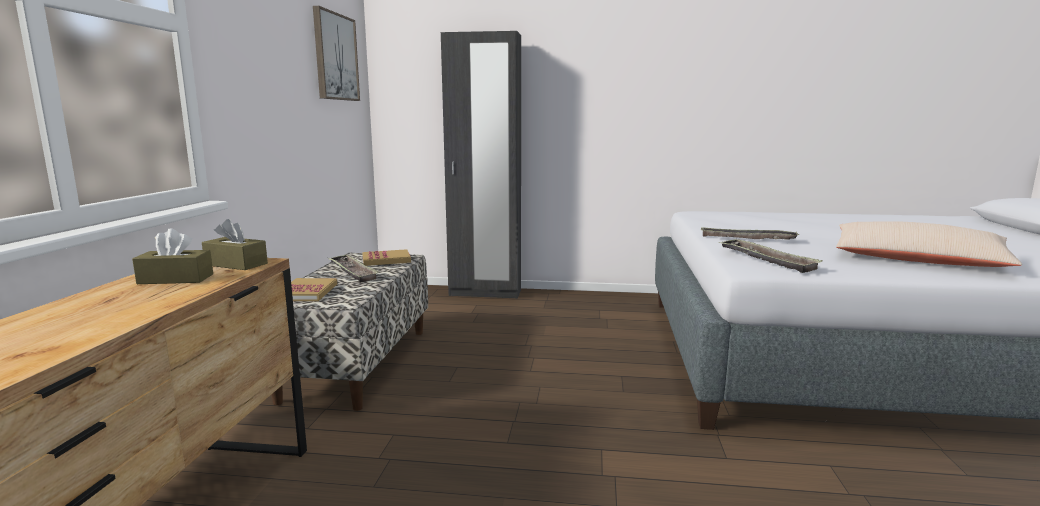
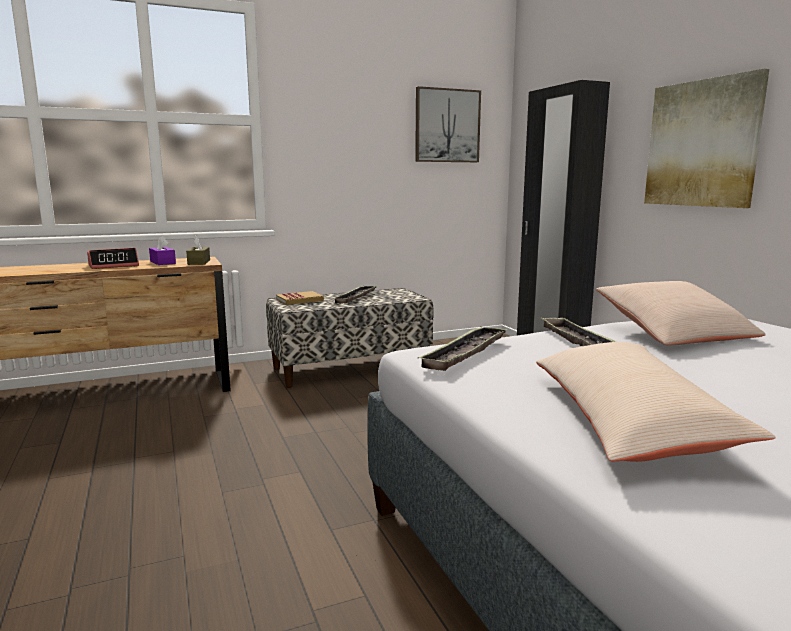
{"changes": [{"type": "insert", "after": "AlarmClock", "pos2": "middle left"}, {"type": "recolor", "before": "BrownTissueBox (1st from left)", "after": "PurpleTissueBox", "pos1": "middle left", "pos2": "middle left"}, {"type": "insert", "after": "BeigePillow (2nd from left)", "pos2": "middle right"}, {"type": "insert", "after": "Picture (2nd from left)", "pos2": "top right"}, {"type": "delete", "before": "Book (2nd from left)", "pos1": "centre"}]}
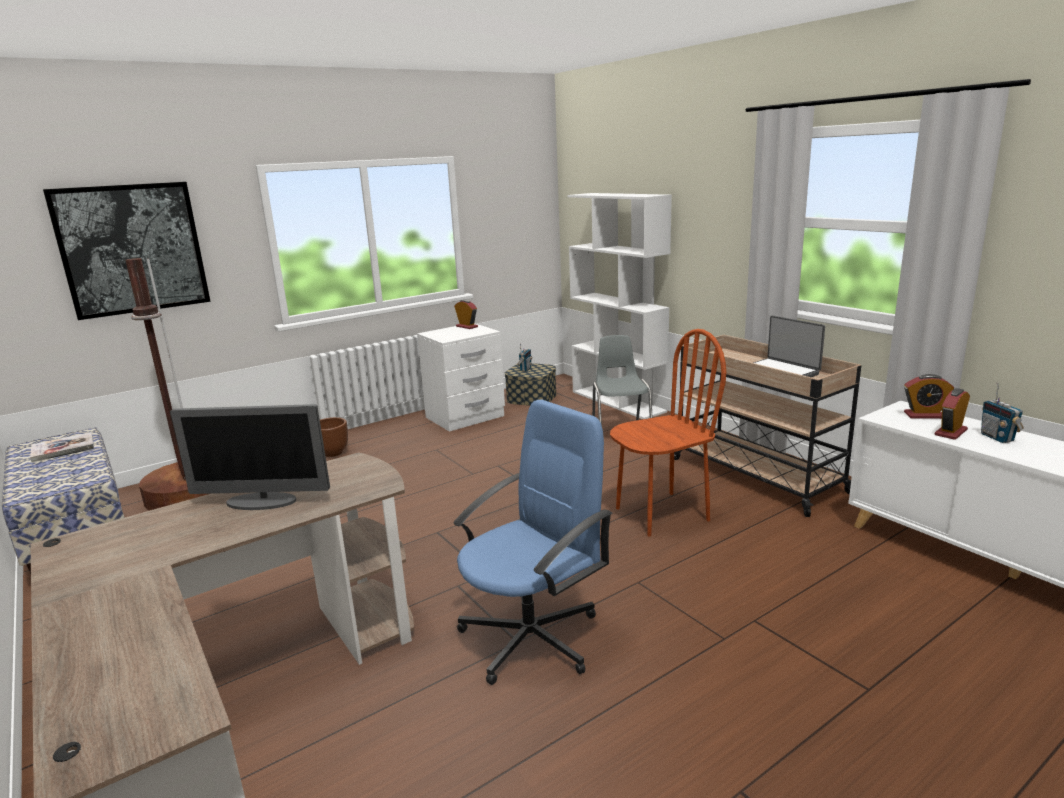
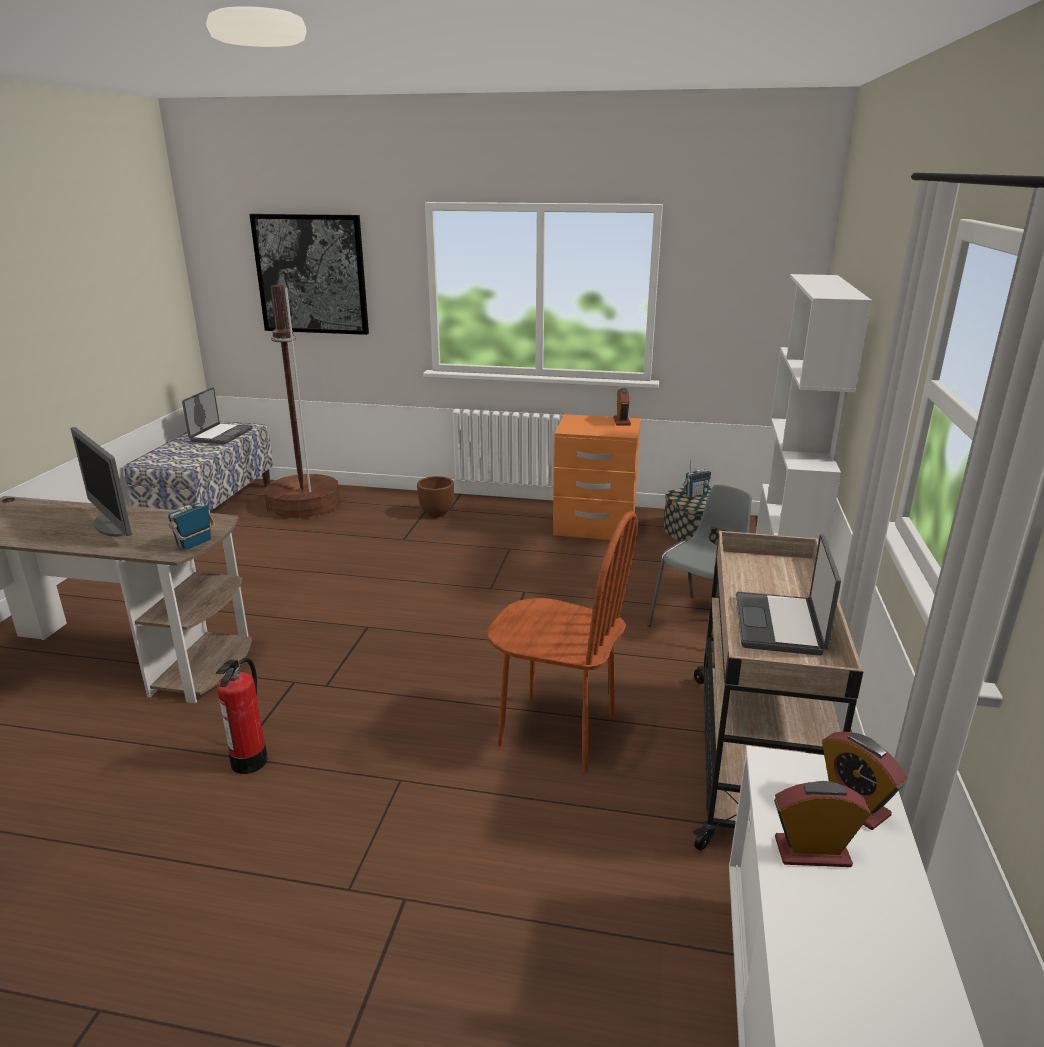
{"changes": [{"type": "move", "before": "Radio (2nd from left in the first image)", "after": "Radio (1st from left)", "pos1": "middle right", "pos2": "middle left"}, {"type": "replace", "before": "Book", "after": "Laptop (1st from left)", "pos1": "middle left", "pos2": "middle left"}, {"type": "replace", "before": "BlueOfficeChair", "after": "FireExtinguisher", "pos1": "bottom centre", "pos2": "bottom left"}, {"type": "recolor", "before": "WhiteNightstand", "after": "OrangeNightstand", "pos1": "centre", "pos2": "centre"}]}
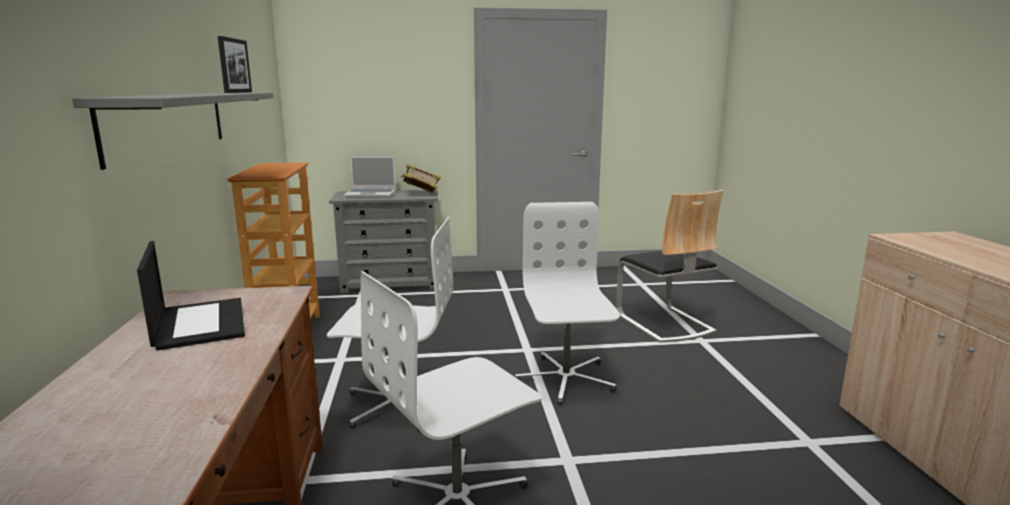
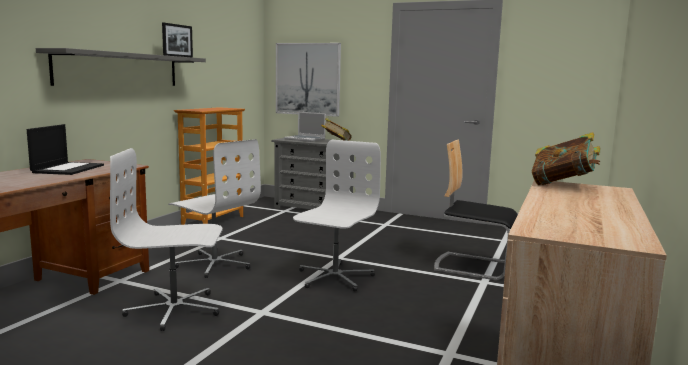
{"changes": [{"type": "insert", "after": "Picture", "pos2": "top centre"}, {"type": "rotate", "before": "Chair", "pos1": "centre", "pos2": "middle right", "turn": 105}, {"type": "insert", "after": "Book (2nd from left)", "pos2": "middle right"}]}
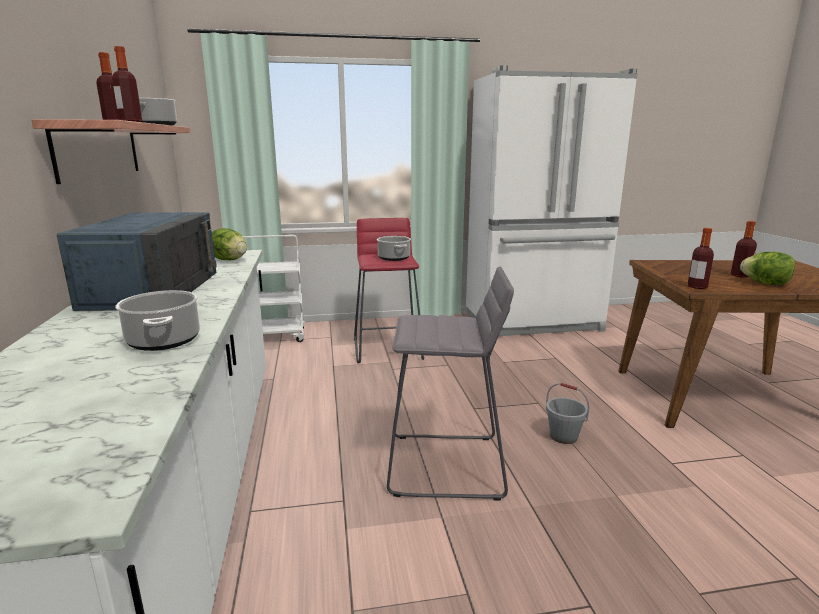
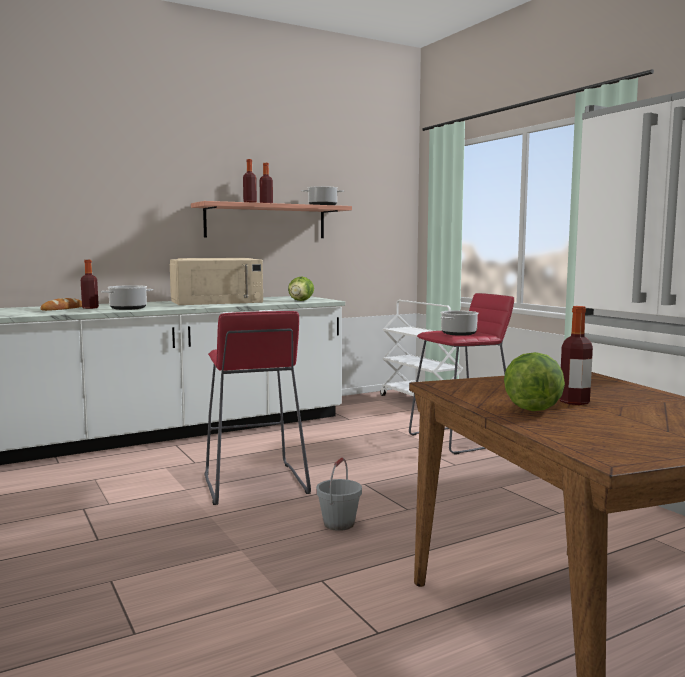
{"changes": [{"type": "insert", "after": "Bread", "pos2": "middle left"}, {"type": "move", "before": "Bottle (3rd from left in the first image)", "after": "Bottle (1st from left)", "pos1": "middle right", "pos2": "middle left"}, {"type": "recolor", "before": "BlueMicrowave", "after": "BeigeMicrowave", "pos1": "middle left", "pos2": "middle left"}, {"type": "recolor", "before": "GreyStool", "after": "RedStool (1st from left)", "pos1": "centre", "pos2": "centre"}]}
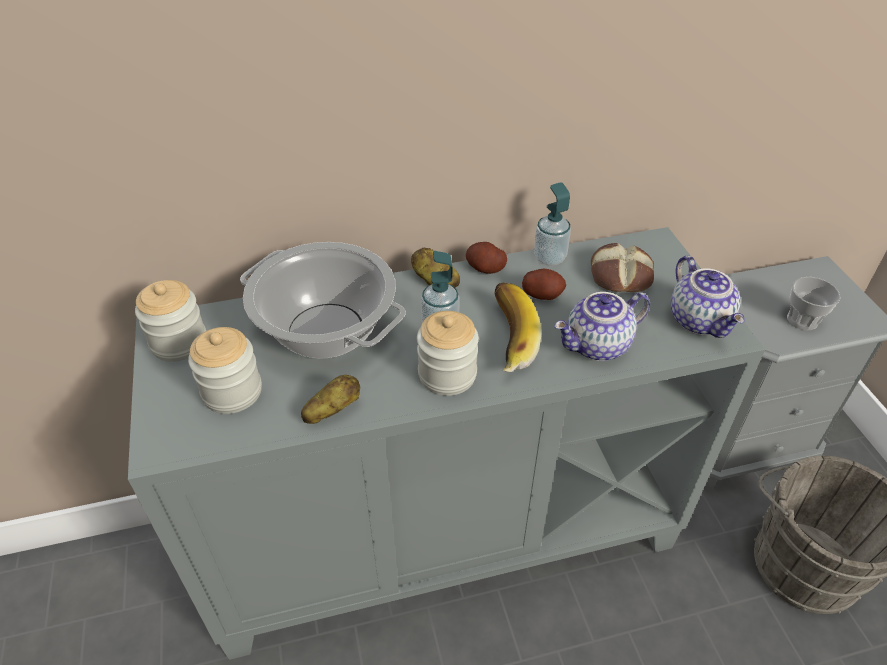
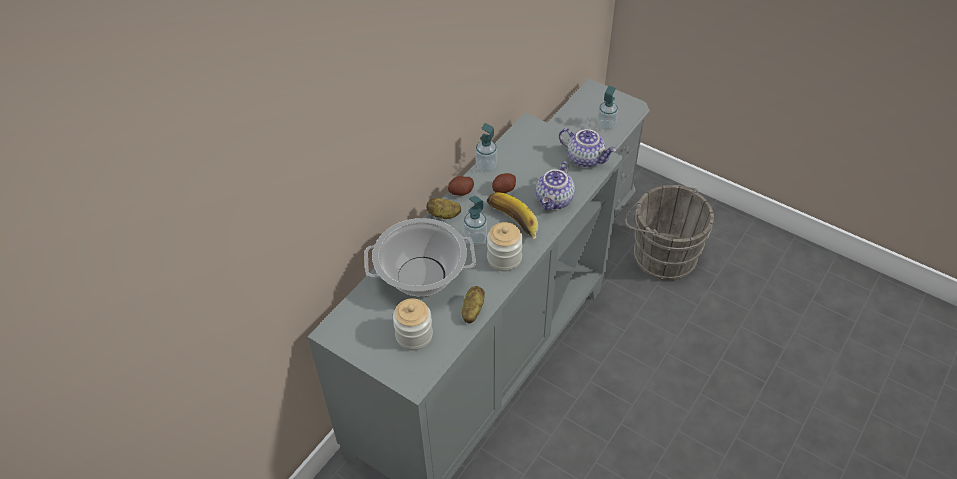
{"changes": [{"type": "replace", "before": "Cup", "after": "SoapDispenser (3rd from left)", "pos1": "middle right", "pos2": "top centre"}, {"type": "delete", "before": "Jar (1st from left)", "pos1": "middle left"}, {"type": "delete", "before": "Bread", "pos1": "middle right"}]}
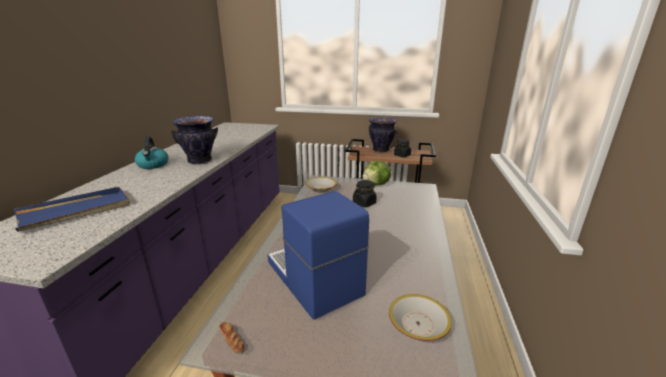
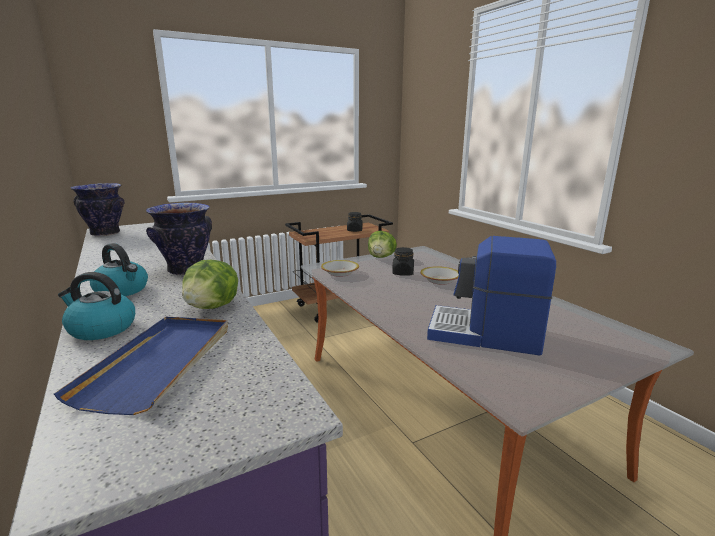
{"changes": [{"type": "insert", "after": "Kettle (1st from left)", "pos2": "middle left"}, {"type": "move", "before": "Vase (2nd from left in the first image)", "after": "Vase (1st from left)", "pos1": "centre", "pos2": "middle left"}, {"type": "insert", "after": "Lettuce (1st from left)", "pos2": "middle left"}, {"type": "move", "before": "Bowl (2nd from left)", "pos1": "bottom centre", "pos2": "centre"}, {"type": "delete", "before": "Bread", "pos1": "bottom centre"}]}
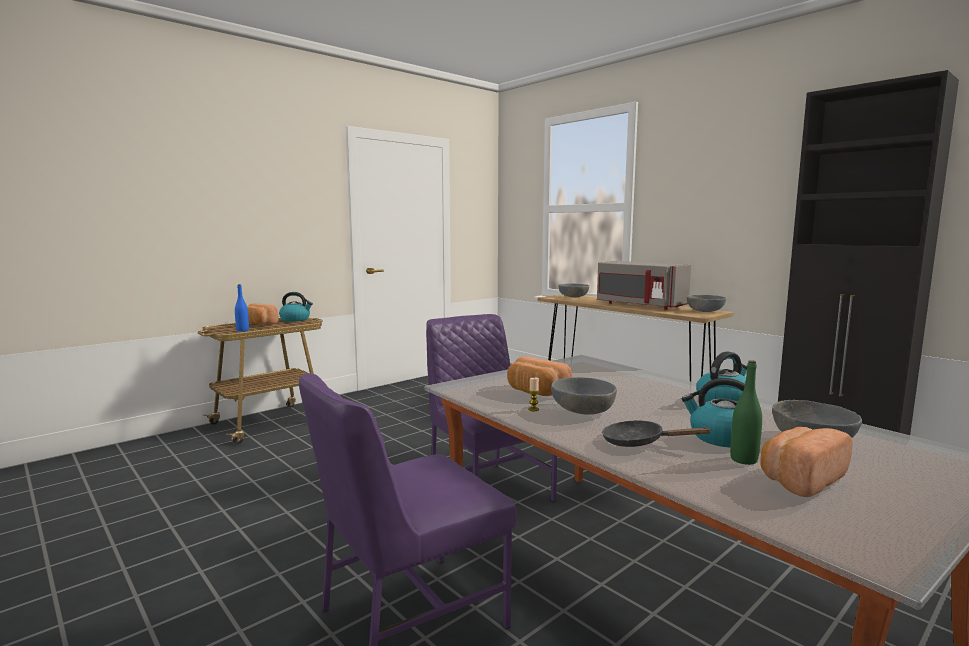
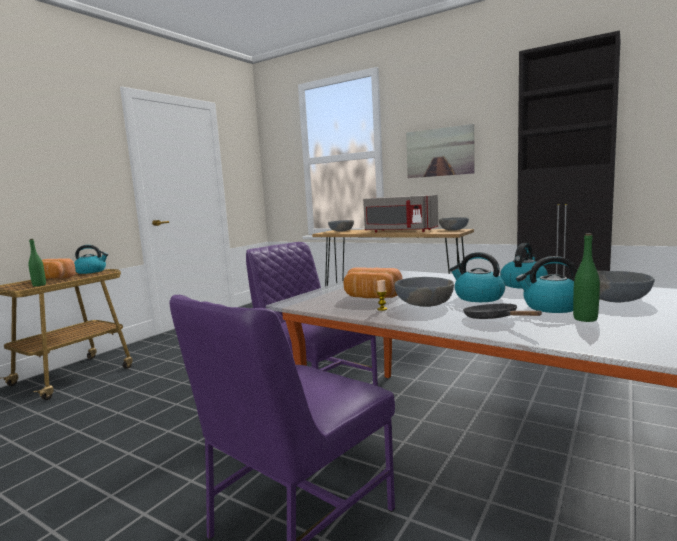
{"changes": [{"type": "recolor", "before": "BlueBottle", "after": "GreenBottle (1st from left)", "pos1": "middle left", "pos2": "middle left"}, {"type": "insert", "after": "Picture", "pos2": "top centre"}, {"type": "insert", "after": "Kettle (2nd from left)", "pos2": "middle right"}, {"type": "rotate", "before": "BlackFryingPan", "pos1": "bottom right", "pos2": "middle right", "turn": 60}, {"type": "delete", "before": "Bread (3rd from left)", "pos1": "bottom right"}]}
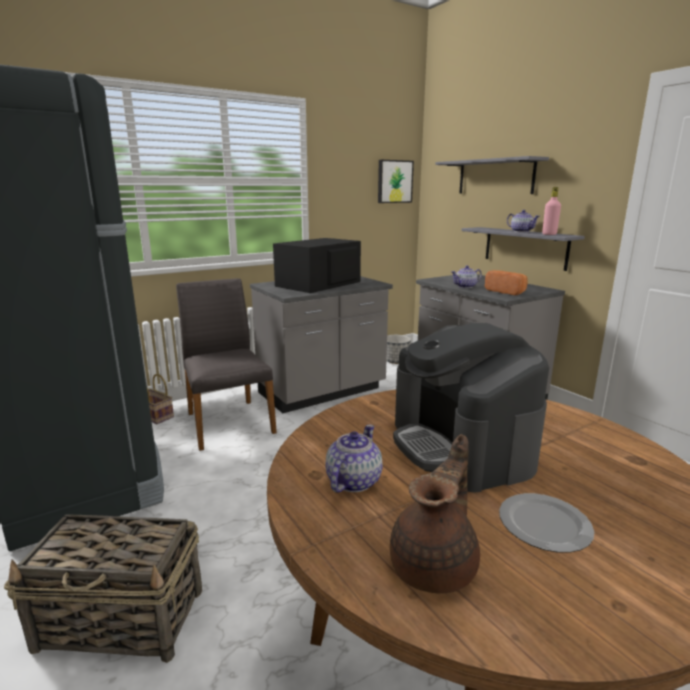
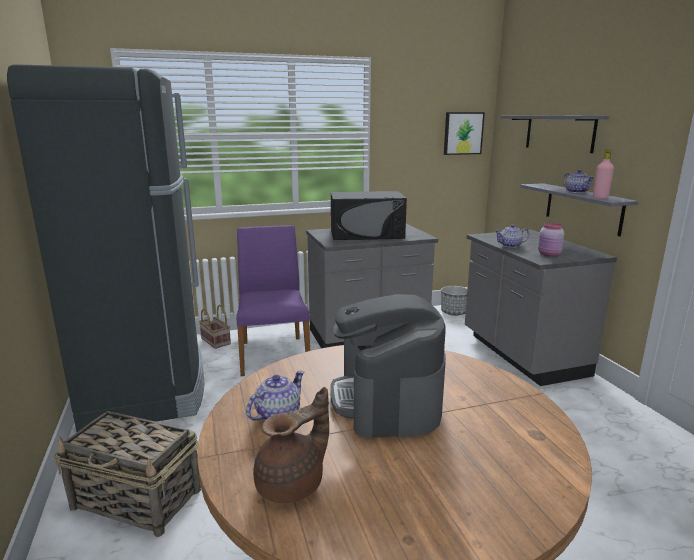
{"changes": [{"type": "recolor", "before": "GreyChair", "after": "PurpleChair", "pos1": "middle left", "pos2": "centre"}, {"type": "rotate", "before": "BlackMicrowave", "pos1": "centre", "pos2": "centre", "turn": -150}, {"type": "replace", "before": "Bread", "after": "PinkJar", "pos1": "middle right", "pos2": "middle right"}, {"type": "delete", "before": "Plate", "pos1": "bottom right"}]}
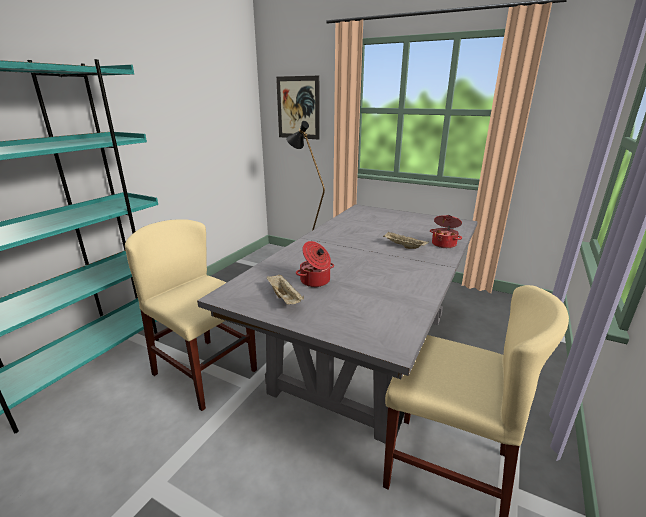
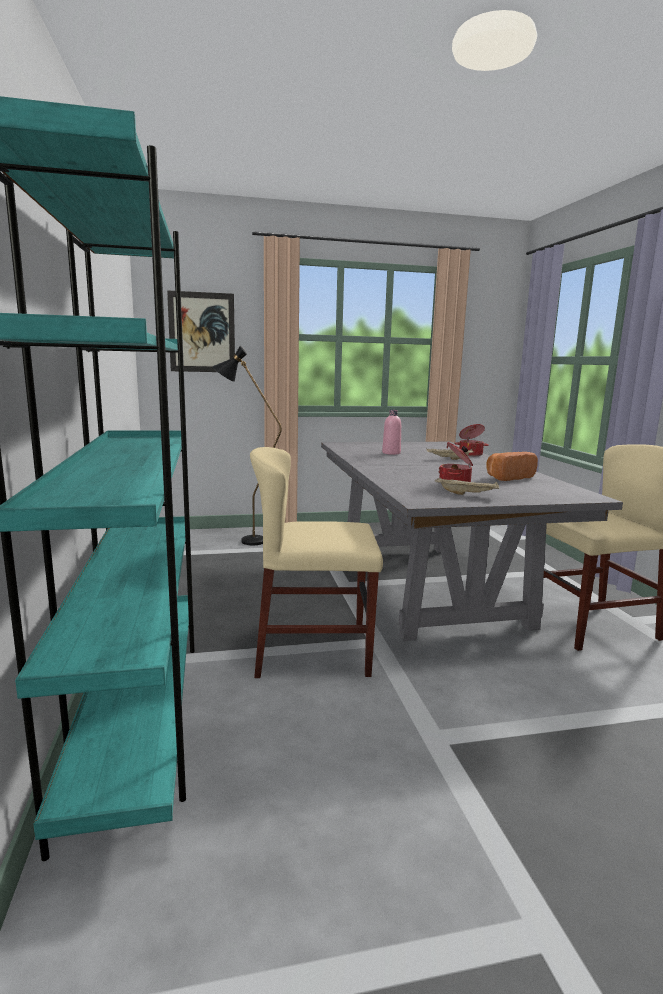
{"changes": [{"type": "insert", "after": "PinkBottle", "pos2": "centre"}, {"type": "insert", "after": "Bread", "pos2": "middle right"}]}
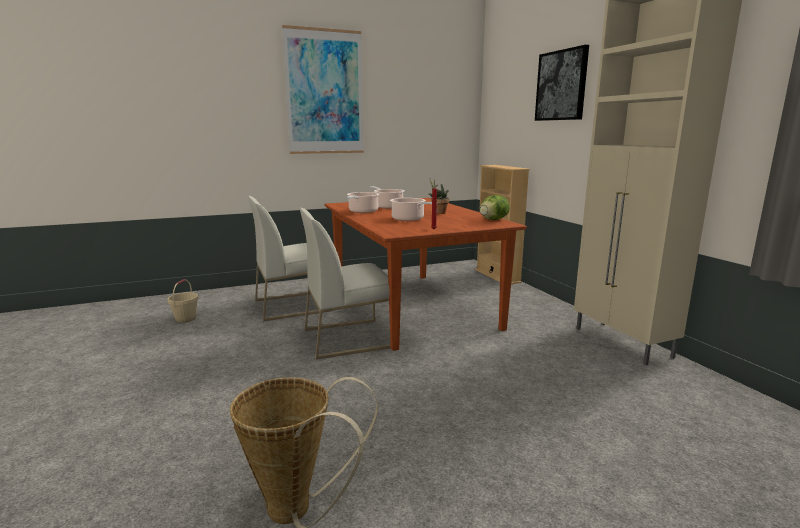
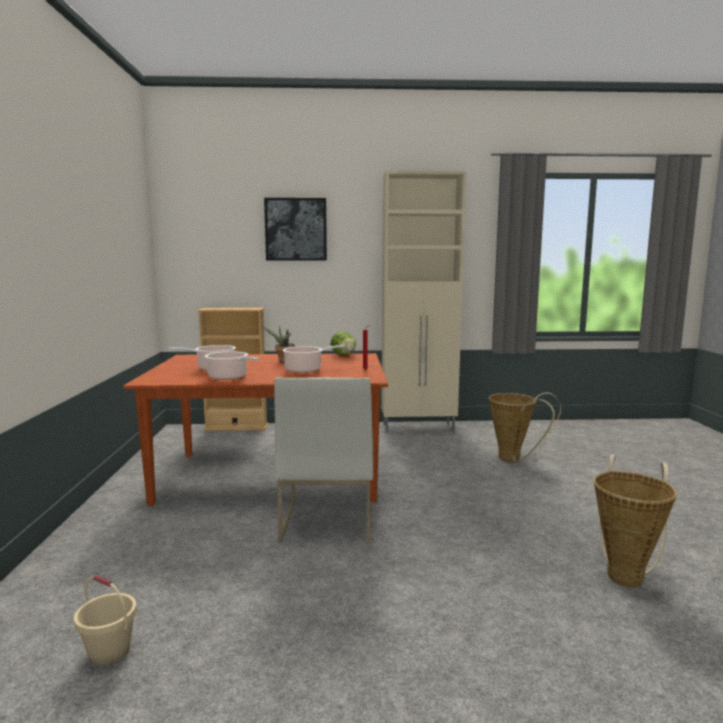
{"changes": [{"type": "insert", "after": "Basket (1st from left)", "pos2": "middle right"}, {"type": "delete", "before": "WhiteChair (1st from left)", "pos1": "centre"}, {"type": "delete", "before": "Picture (1st from left)", "pos1": "top centre"}]}
